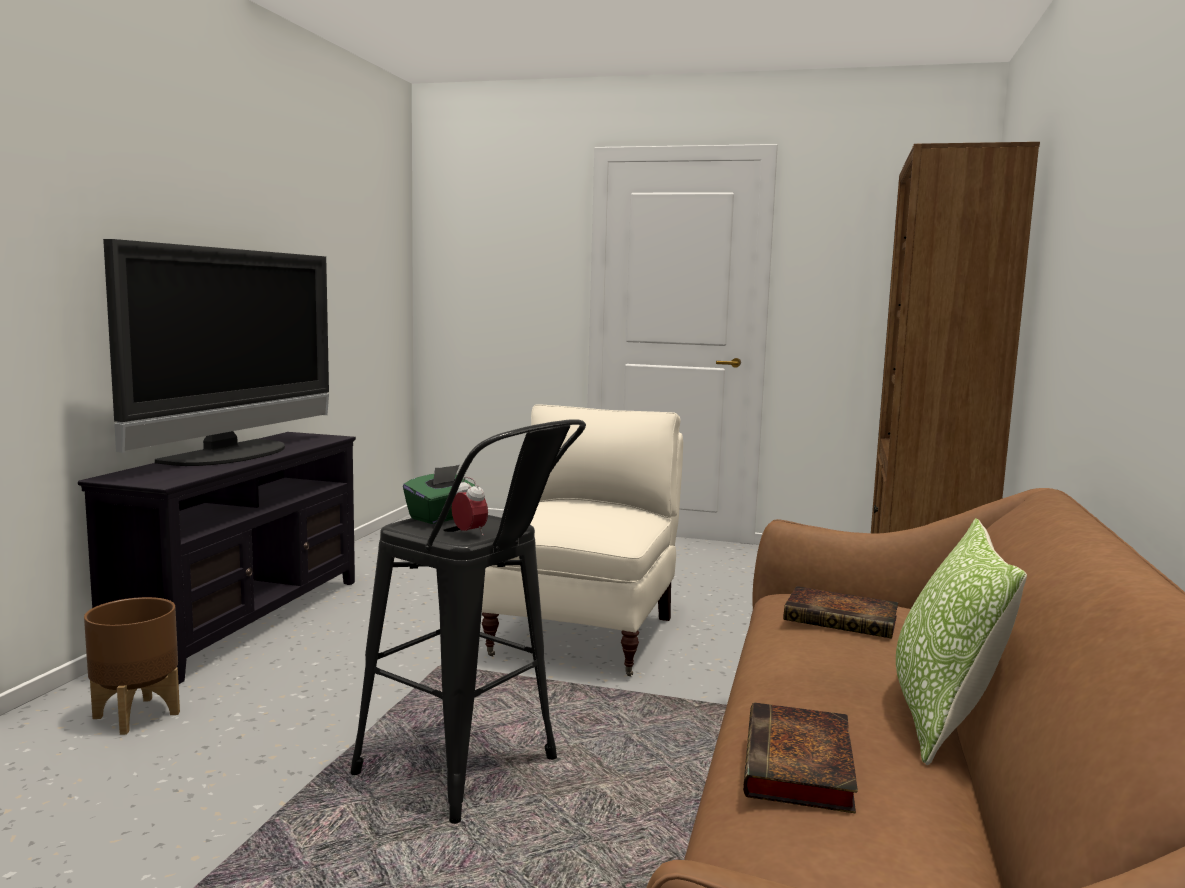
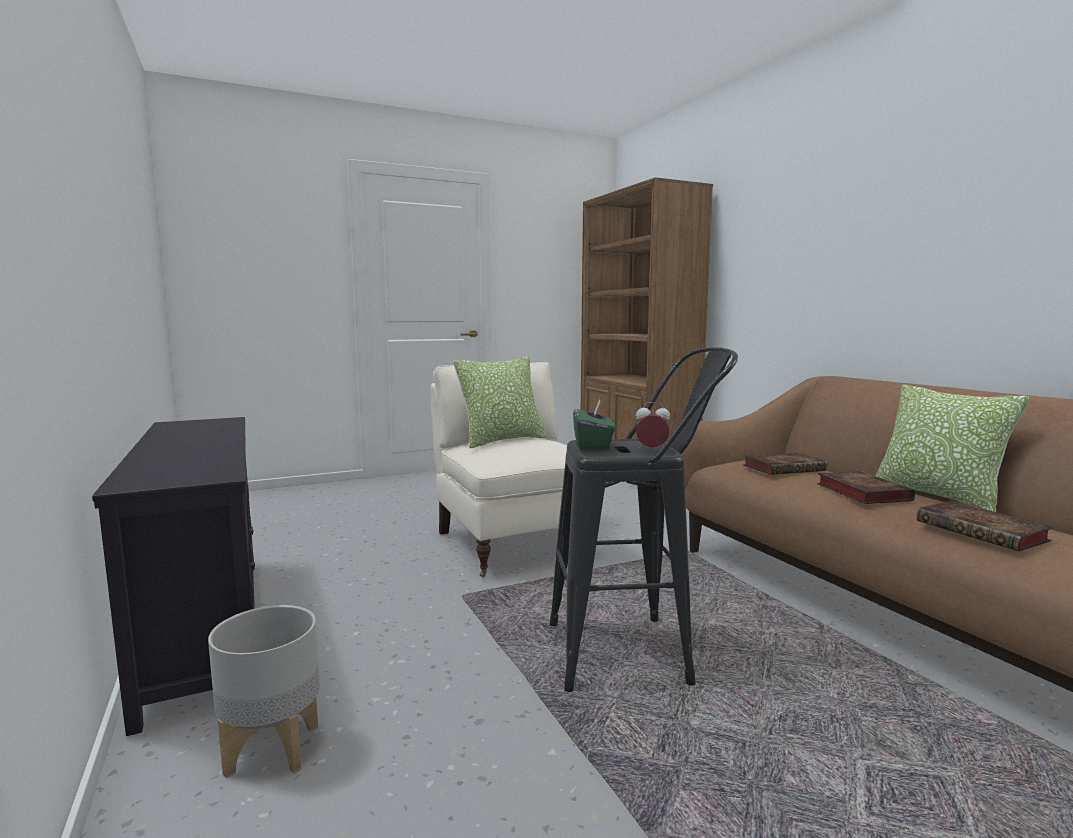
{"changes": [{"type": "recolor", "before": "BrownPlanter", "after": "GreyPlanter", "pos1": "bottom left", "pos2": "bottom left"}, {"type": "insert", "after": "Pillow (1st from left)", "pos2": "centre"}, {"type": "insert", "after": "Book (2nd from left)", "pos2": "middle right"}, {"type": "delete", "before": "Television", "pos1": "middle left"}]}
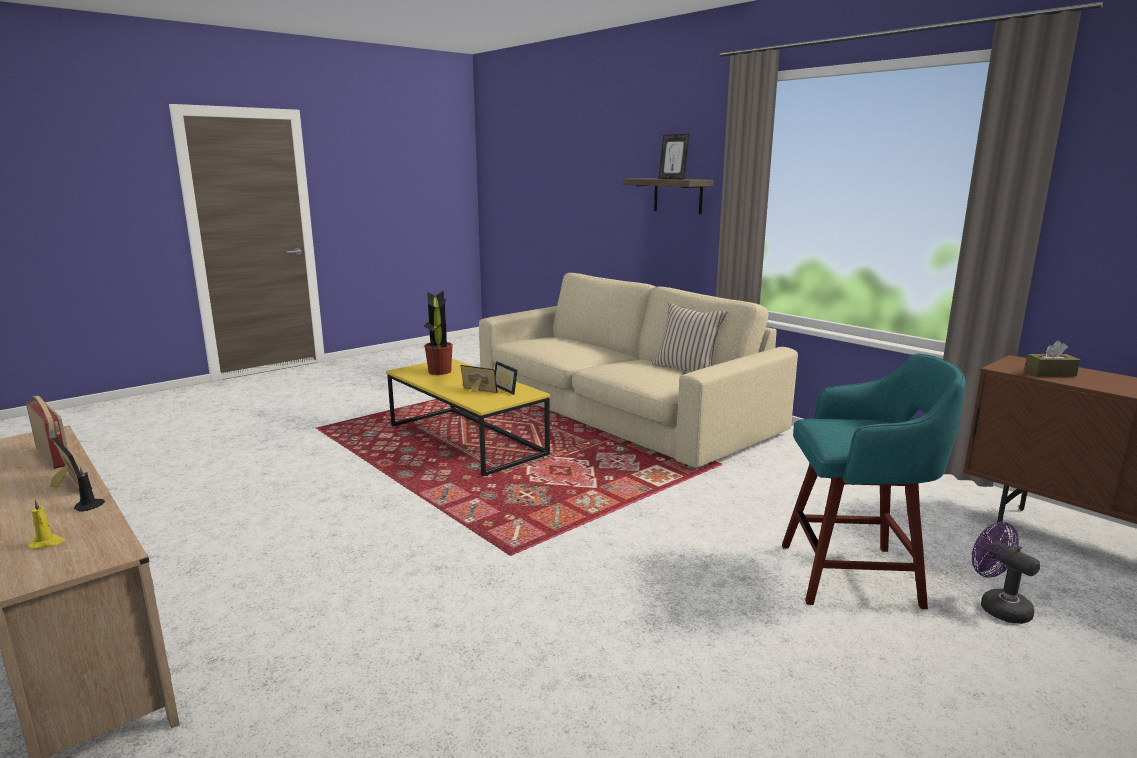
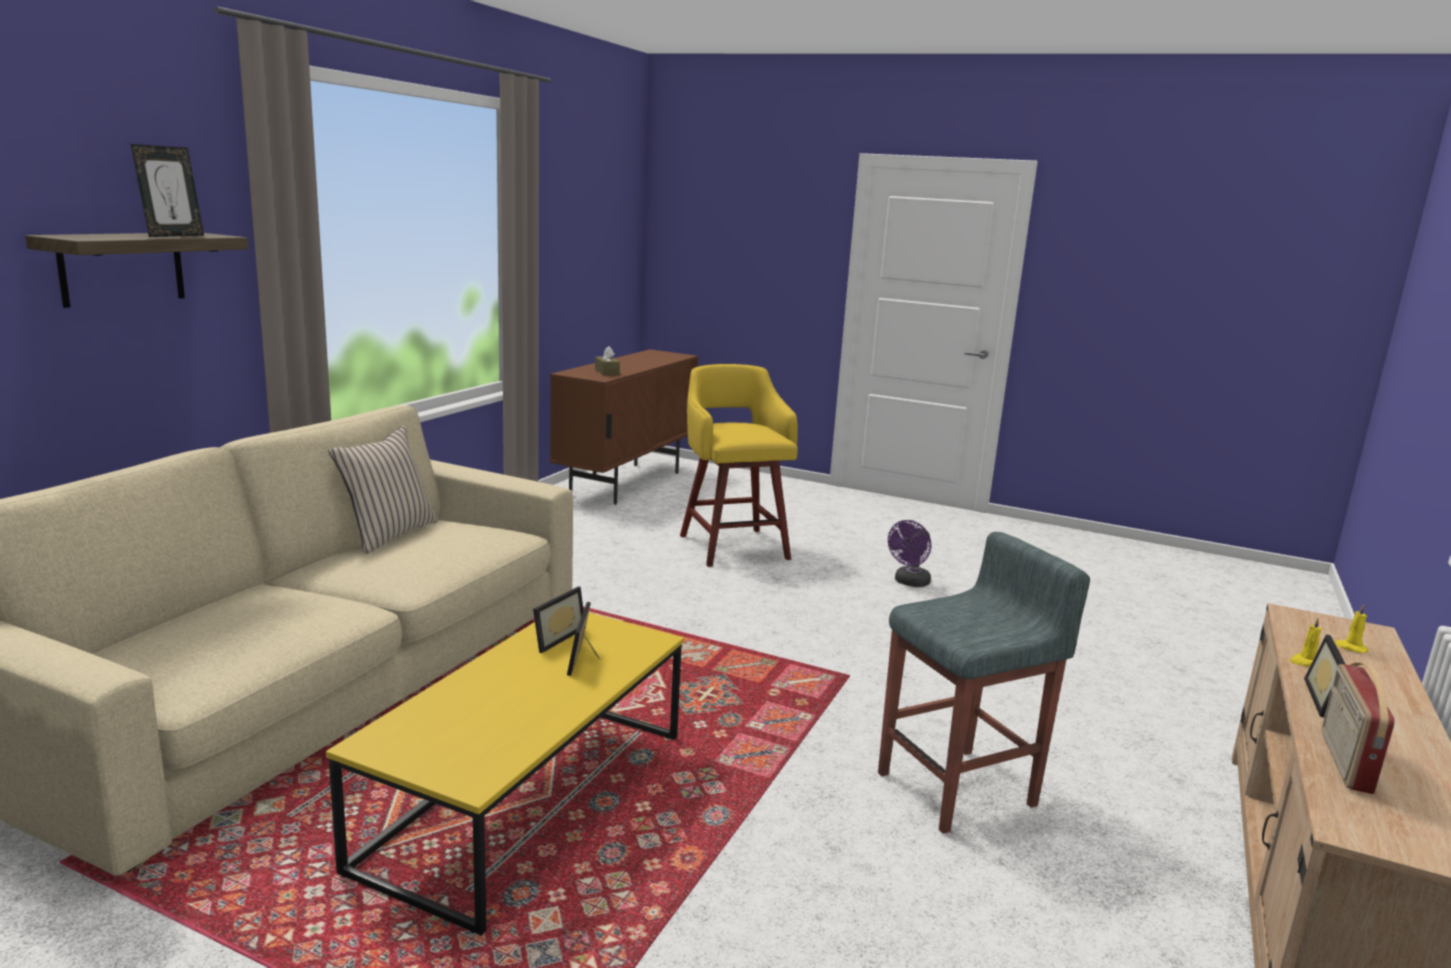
{"changes": [{"type": "recolor", "before": "TurquoiseStool", "after": "YellowStool", "pos1": "middle right", "pos2": "centre"}, {"type": "insert", "after": "GreyStool", "pos2": "bottom right"}, {"type": "move", "before": "PurpleFan", "pos1": "bottom right", "pos2": "centre"}, {"type": "recolor", "before": "BlackCandle", "after": "YellowCandle (1st from left)", "pos1": "middle left", "pos2": "middle right"}, {"type": "delete", "before": "PottedPlant", "pos1": "centre"}]}
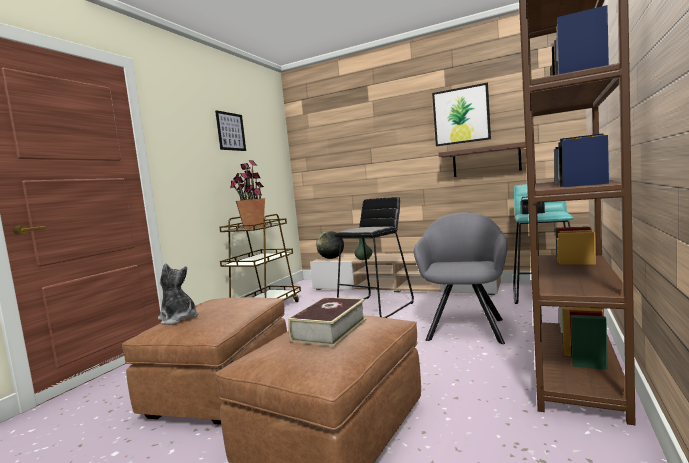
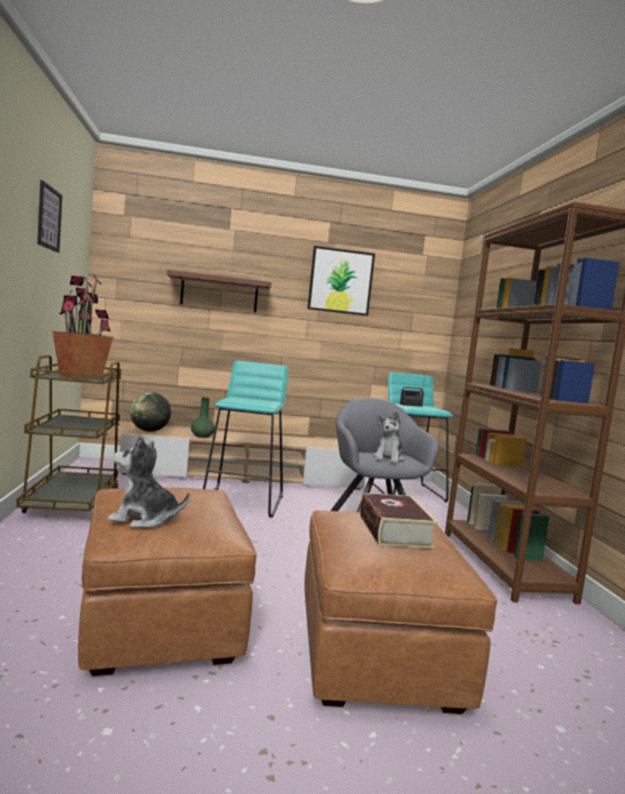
{"changes": [{"type": "move", "before": "Shelf", "pos1": "middle right", "pos2": "centre"}, {"type": "recolor", "before": "BlackStool", "after": "TurquoiseStool (1st from left)", "pos1": "centre", "pos2": "centre"}, {"type": "insert", "after": "PlushToy (2nd from left)", "pos2": "centre"}]}
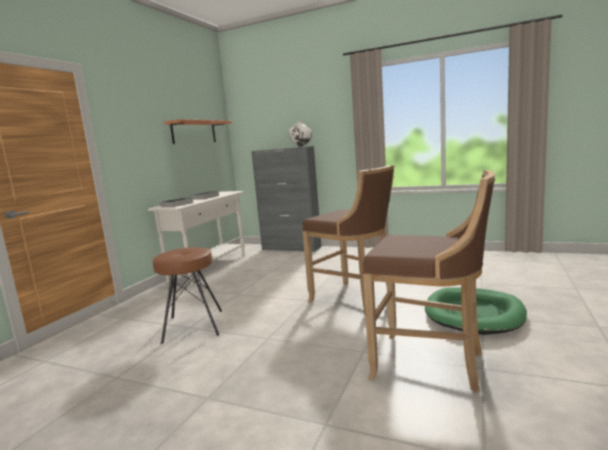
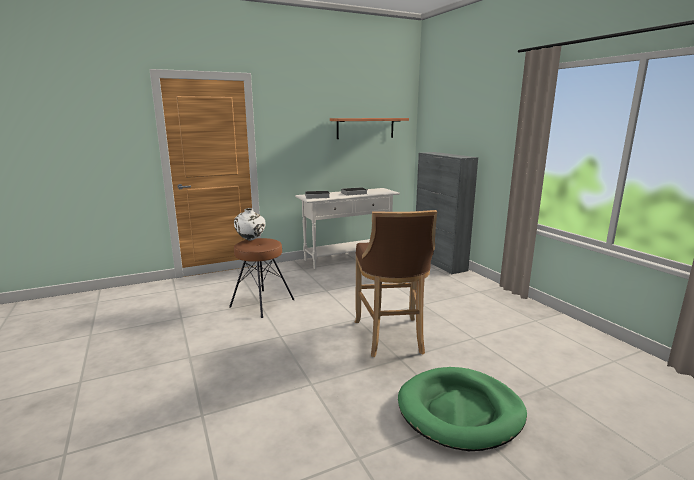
{"changes": [{"type": "move", "before": "WhiteVase", "pos1": "top centre", "pos2": "centre"}, {"type": "delete", "before": "BrownStool (3rd from left)", "pos1": "middle right"}]}
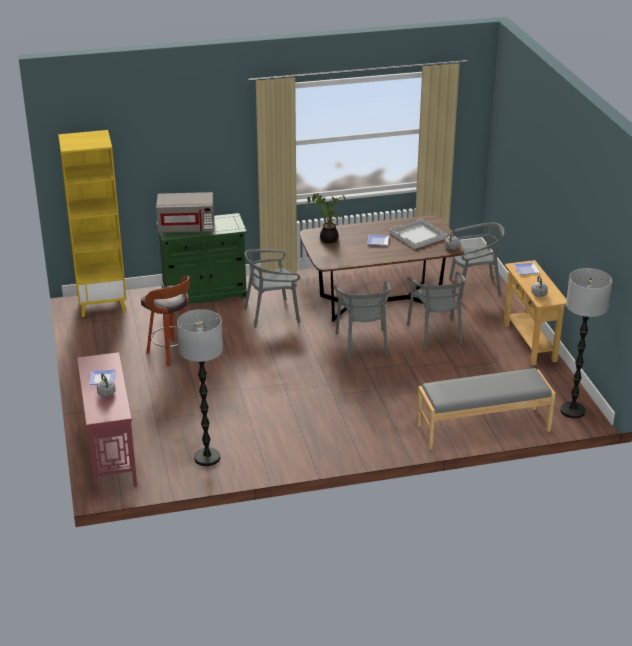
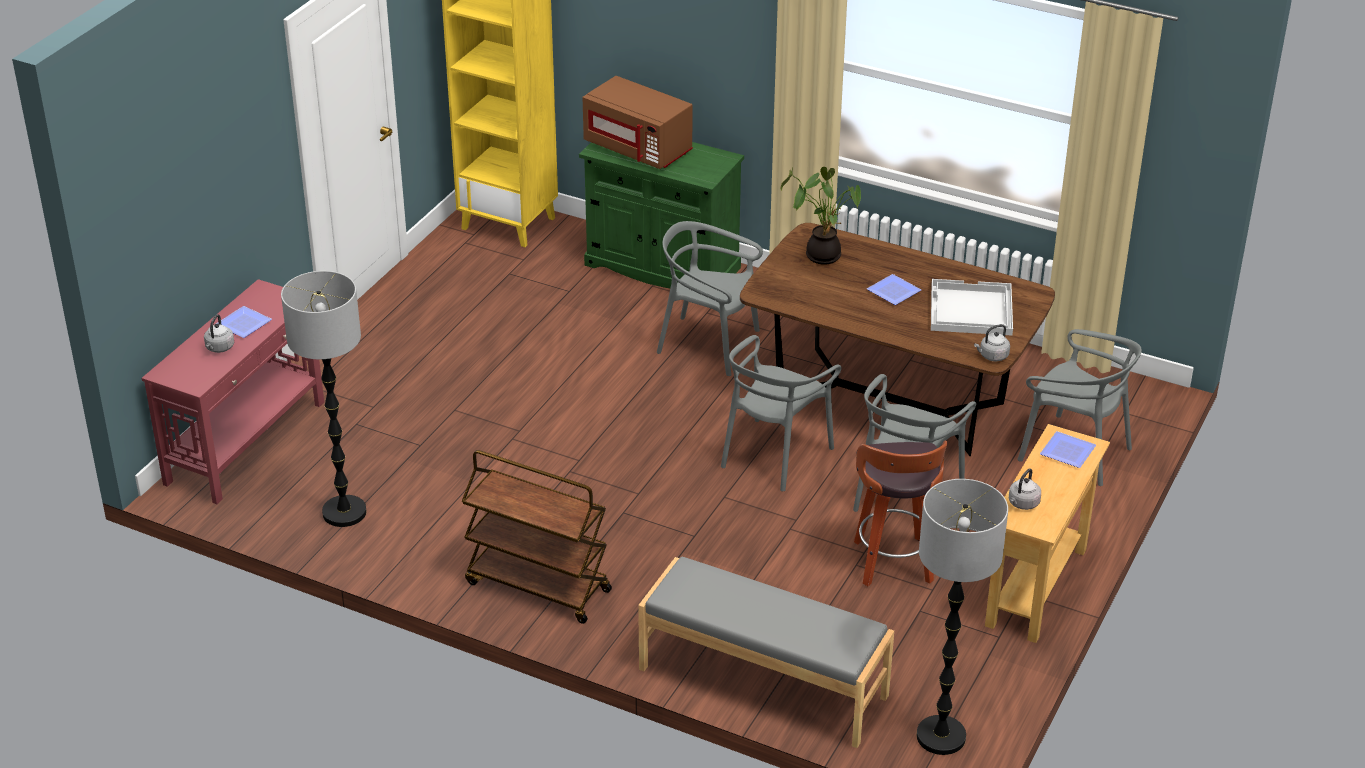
{"changes": [{"type": "insert", "after": "BrownCart", "pos2": "bottom centre"}, {"type": "recolor", "before": "GreyMicrowave", "after": "BrownMicrowave", "pos1": "top left", "pos2": "top centre"}, {"type": "move", "before": "Stool", "pos1": "middle left", "pos2": "bottom centre"}]}
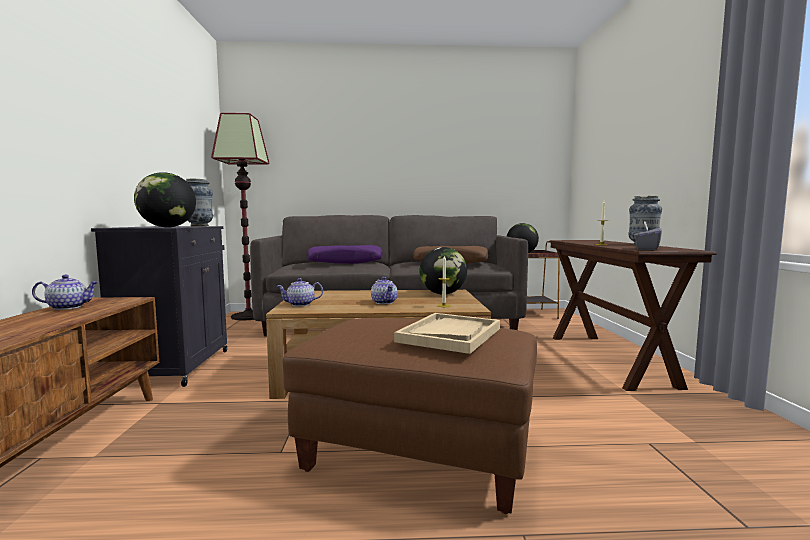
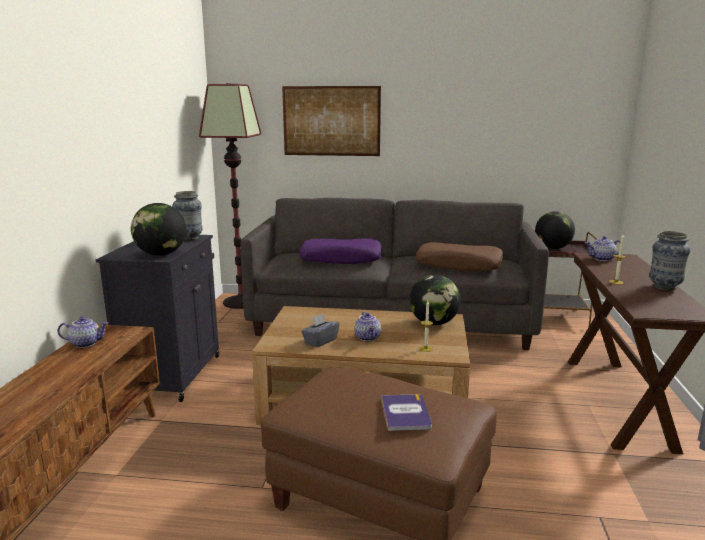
{"changes": [{"type": "insert", "after": "Picture", "pos2": "top centre"}, {"type": "move", "before": "GreyTissueBox", "pos1": "middle right", "pos2": "centre"}, {"type": "replace", "before": "BeigeTray", "after": "Book", "pos1": "centre", "pos2": "bottom centre"}, {"type": "move", "before": "Teapot (2nd from left in the first image)", "after": "Teapot (3rd from left)", "pos1": "centre", "pos2": "middle right"}]}
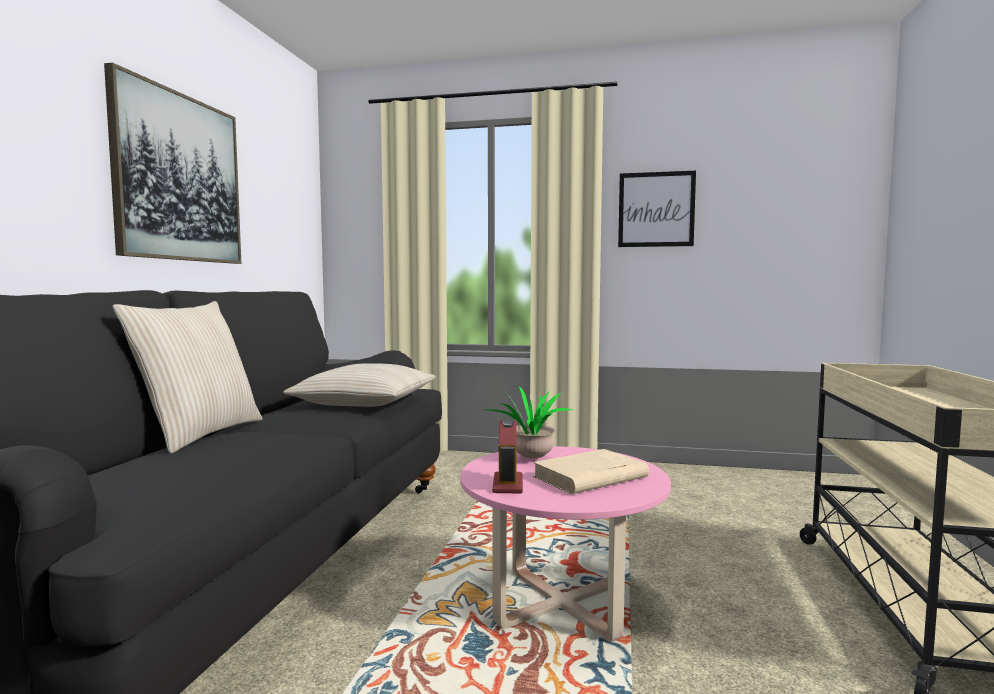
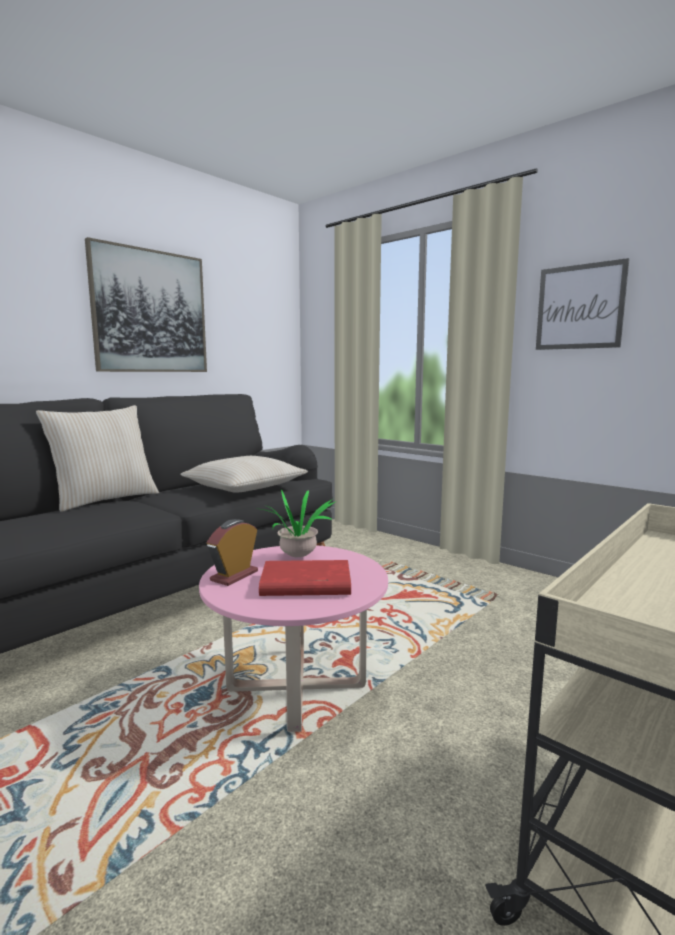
{"changes": [{"type": "recolor", "before": "BeigeBook", "after": "RedBook", "pos1": "bottom centre", "pos2": "centre"}]}
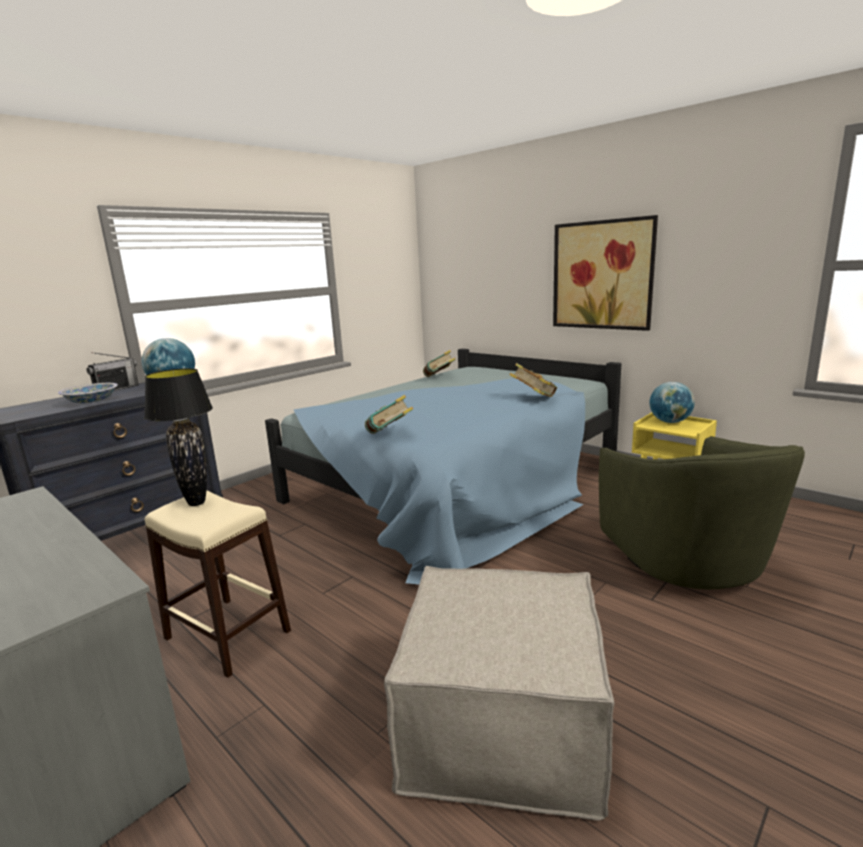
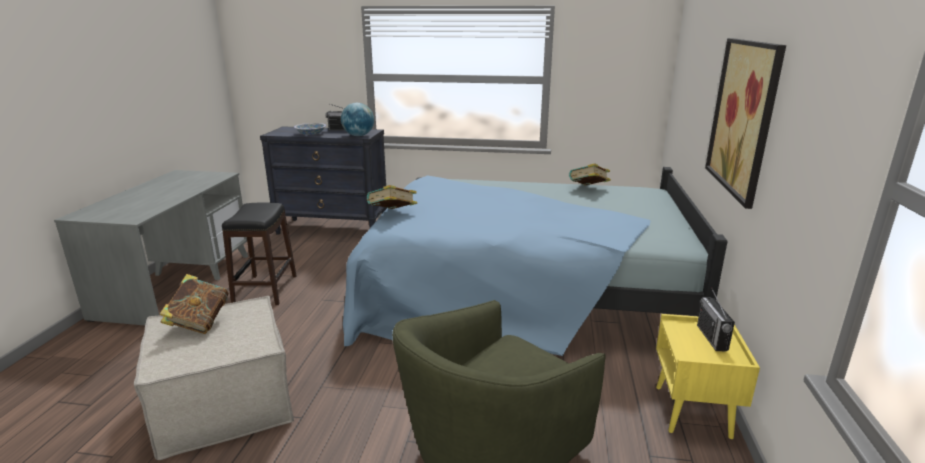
{"changes": [{"type": "move", "before": "Book (3rd from left in the first image)", "after": "Book (1st from left)", "pos1": "centre", "pos2": "middle left"}, {"type": "recolor", "before": "BeigeStool", "after": "BlackStool", "pos1": "bottom left", "pos2": "middle left"}, {"type": "replace", "before": "Globe (2nd from left)", "after": "Radio (2nd from left)", "pos1": "middle right", "pos2": "bottom right"}, {"type": "delete", "before": "BlackTableLamp", "pos1": "middle left"}]}
